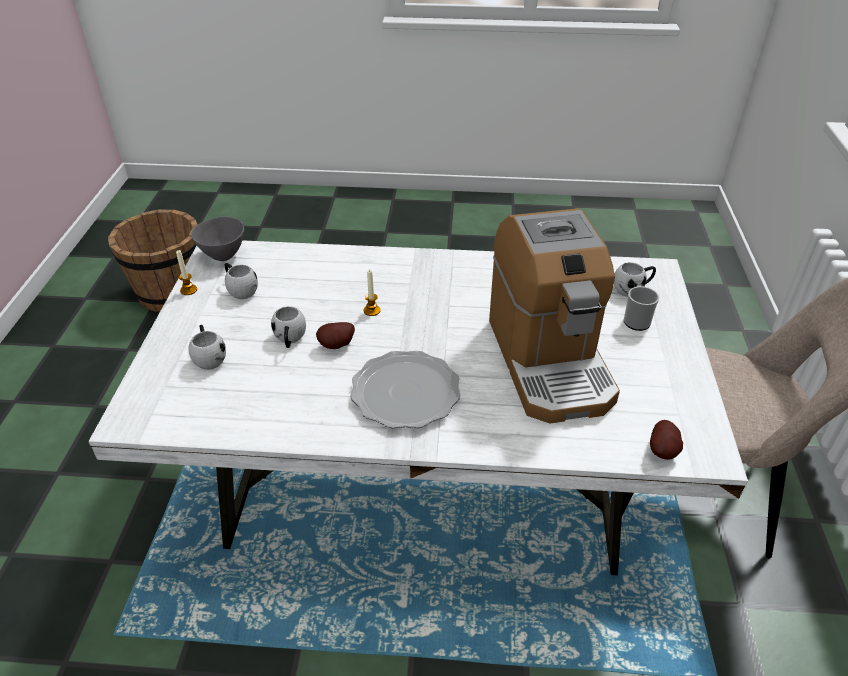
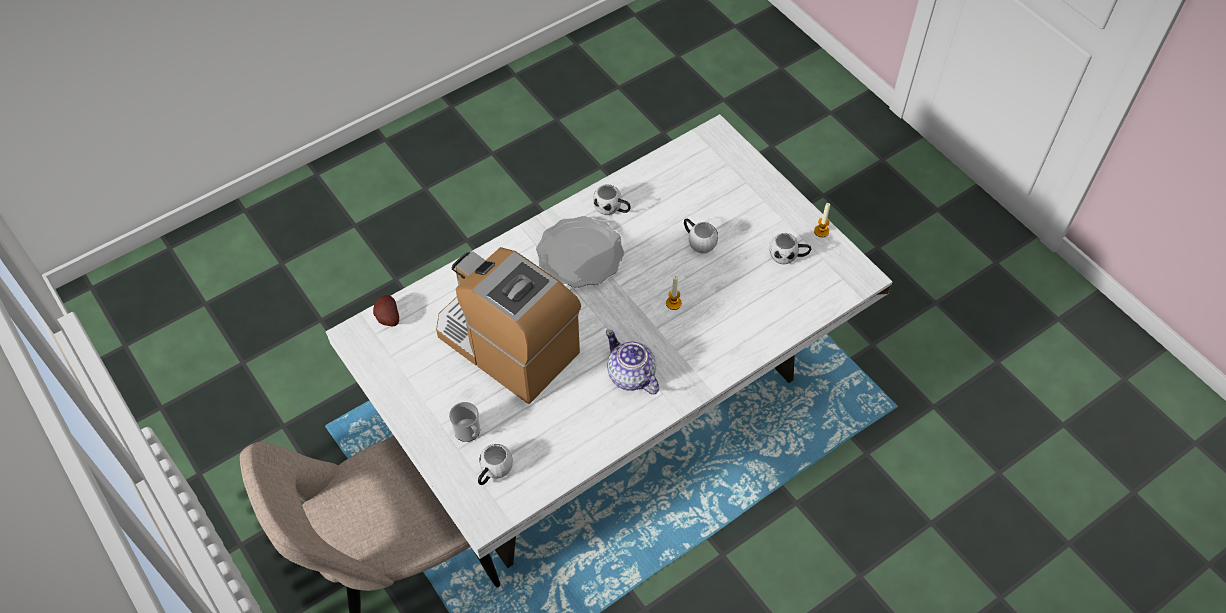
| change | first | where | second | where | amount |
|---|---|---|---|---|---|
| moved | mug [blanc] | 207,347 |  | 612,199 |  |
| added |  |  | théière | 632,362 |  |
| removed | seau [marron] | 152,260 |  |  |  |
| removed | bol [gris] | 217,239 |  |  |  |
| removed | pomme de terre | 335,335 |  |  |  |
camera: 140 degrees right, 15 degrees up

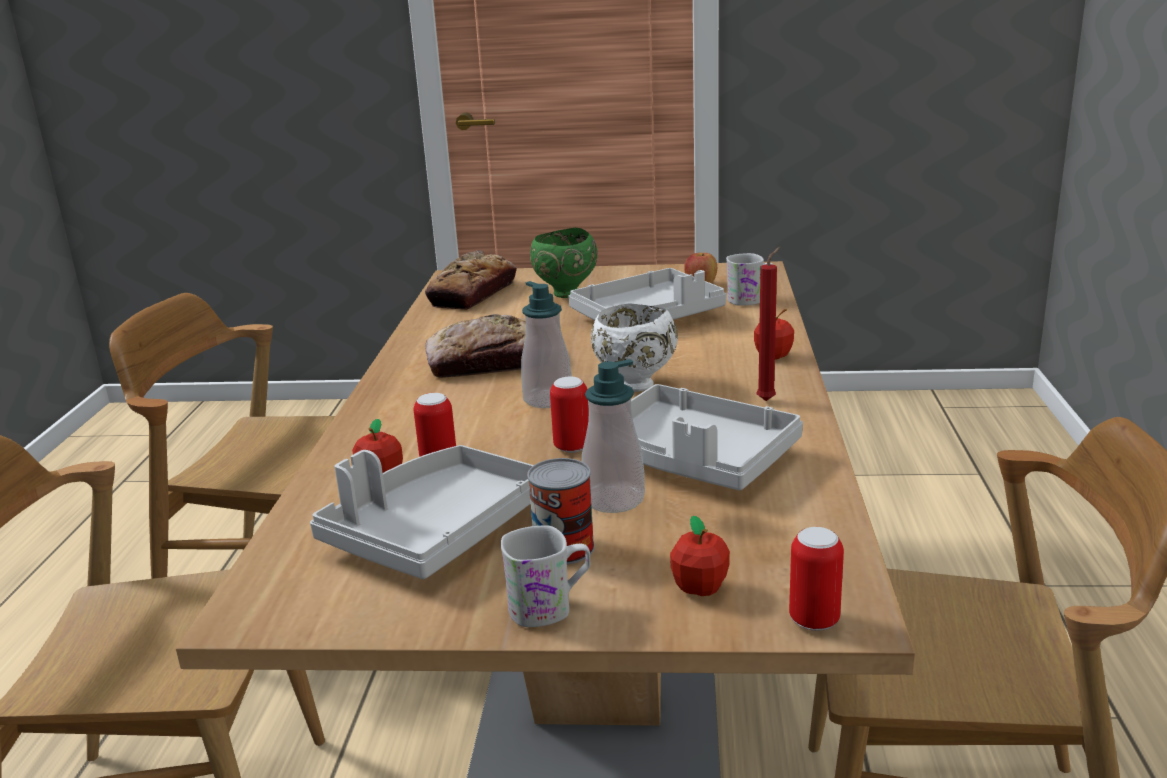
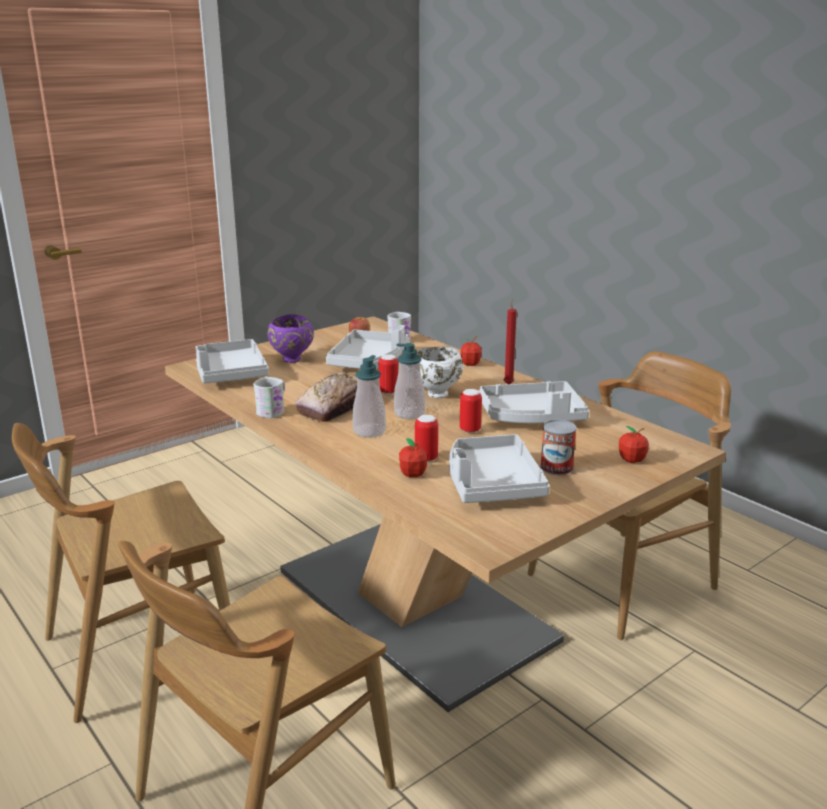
| change | first | where | second | where | amount |
|---|---|---|---|---|---|
| replaced | pain | 471,280 | plateau [gris] | 232,361 |  |
| moved | mug [blanc] | 545,576 |  | 269,397 |  |
| recoloured | bol [vert] | 564,263 | bol [violet] | 291,338 |  |
| moved | distributeur de savon | 613,436 |  | 369,396 |  |
| moved | boîte métallique | 816,579 |  | 388,374 |  |
camera: 45 degrees left, 0 degrees up

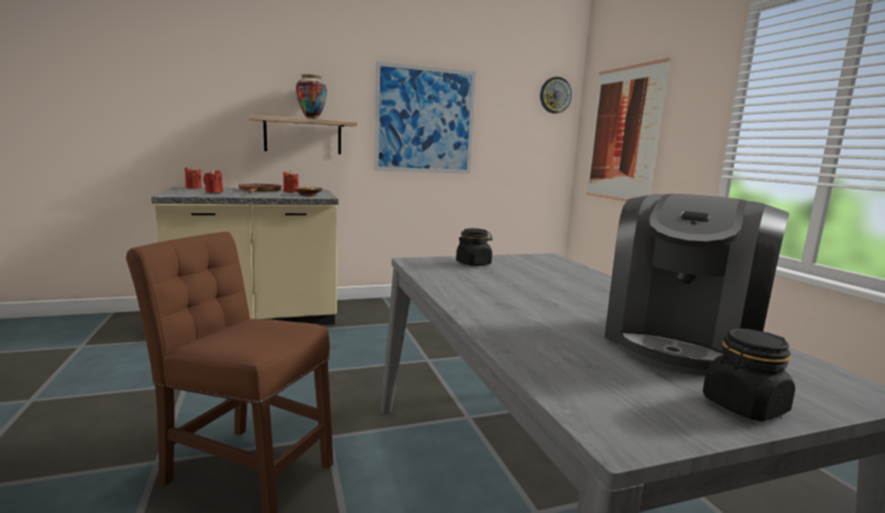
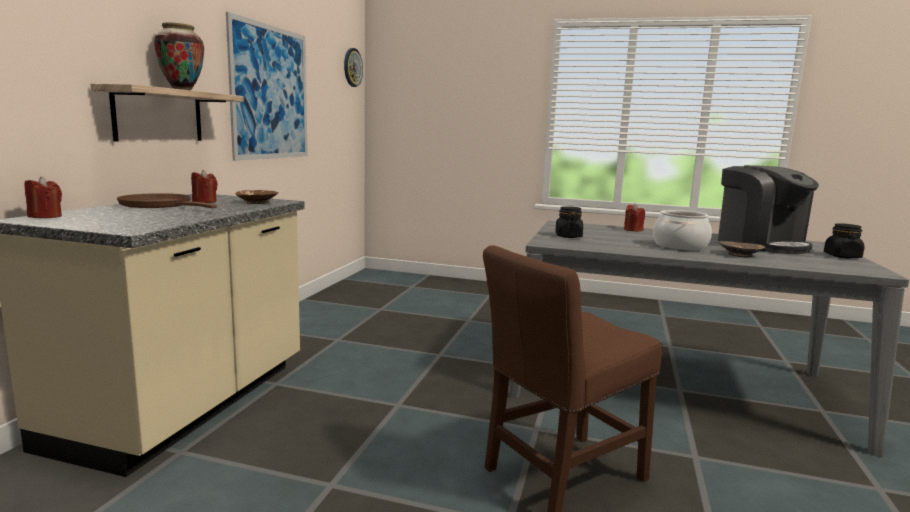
| change | first | where | second | where | amount |
|---|---|---|---|---|---|
| moved | bougie [rouge] | 213,181 |  | 634,218 |  |
| added |  |  | marmite | 682,230 |  |
| added |  |  | bol [marron] | 742,249 |  |
| removed | tableau | 628,129 |  |  |  |
camera: 55 degrees left, 0 degrees up

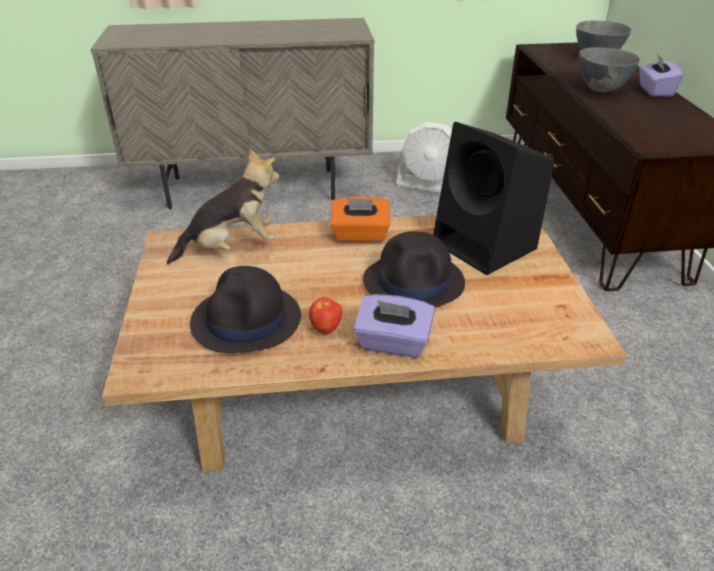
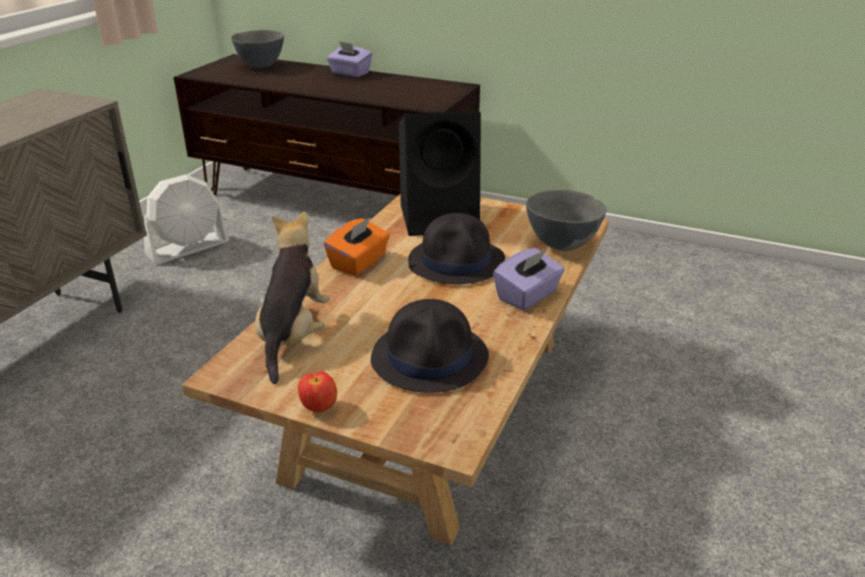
| change | first | where | second | where | amount |
|---|---|---|---|---|---|
| moved | pomme | 325,315 |  | 317,391 |  |
| moved | bol [gris] | 609,69 |  | 566,220 |  |
camera: 60 degrees left, 5 degrees down

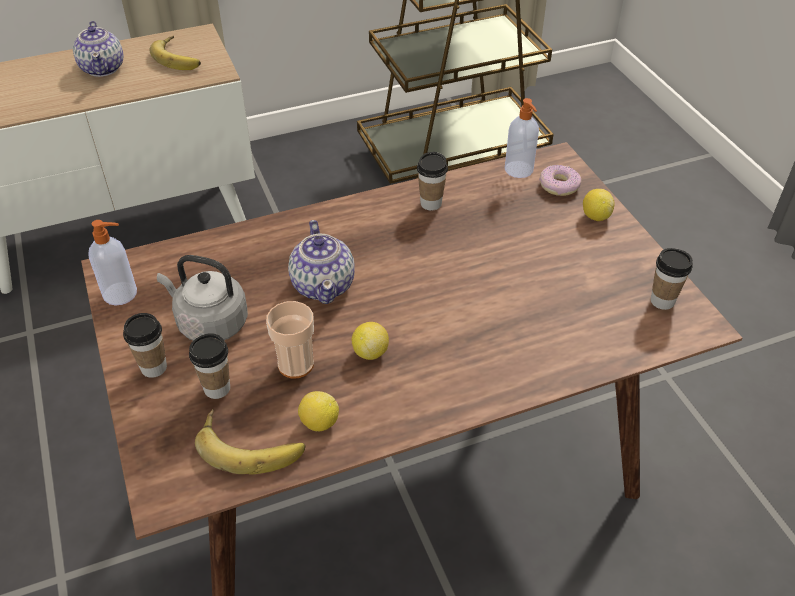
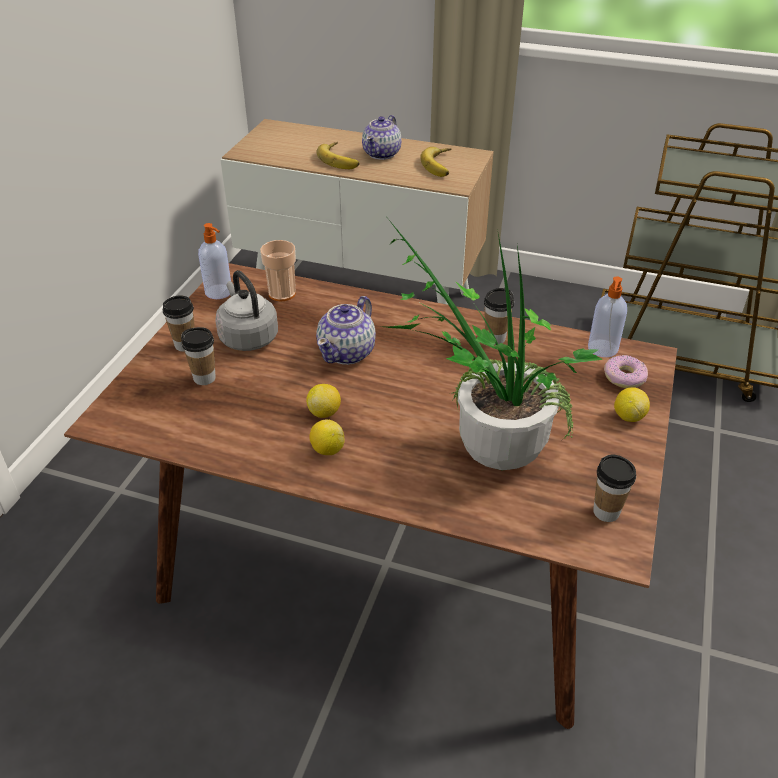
| change | first | where | second | where | amount |
|---|---|---|---|---|---|
| moved | tasse | 290,339 |  | 278,271 |  |
| moved | citron | 318,411 |  | 326,437 |  |
| moved | banane | 250,442 |  | 338,155 |  |
| added |  |  | plante en pot | 494,342 |  |
camera: 40 degrees right, 5 degrees down

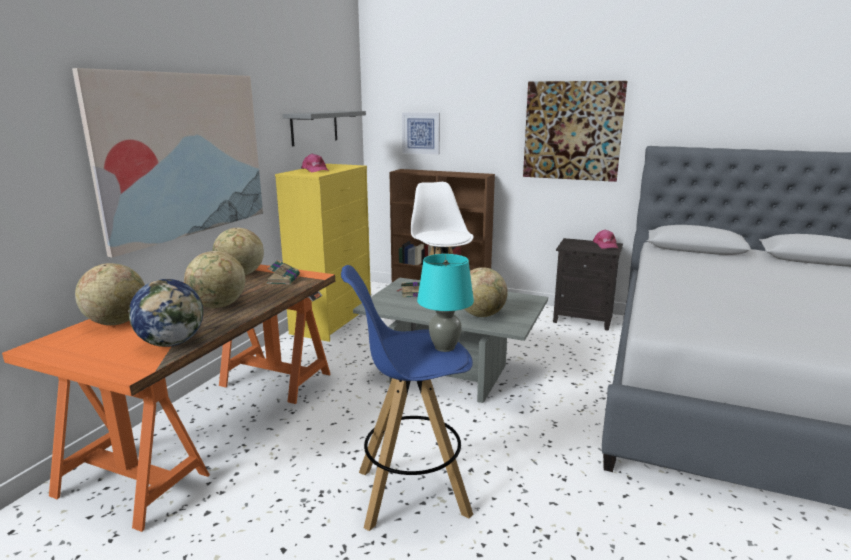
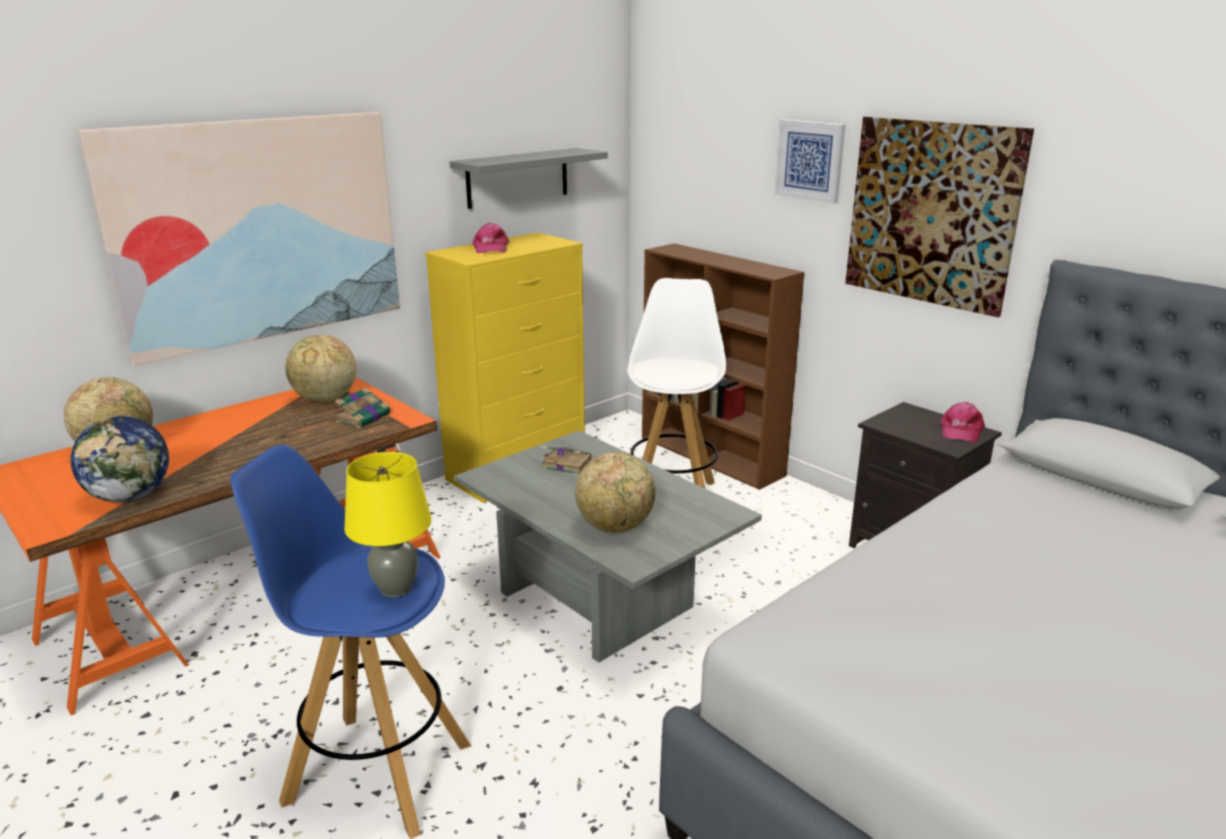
| change | first | where | second | where | amount |
|---|---|---|---|---|---|
| recoloured | lampe de table [turquoise] | 445,303 | lampe de table [jaune] | 388,524 |  |
| moved | tableau | 421,133 |  | 810,161 |  |
| removed | globe | 214,279 |  |  |  |
camera: 25 degrees right, 5 degrees up

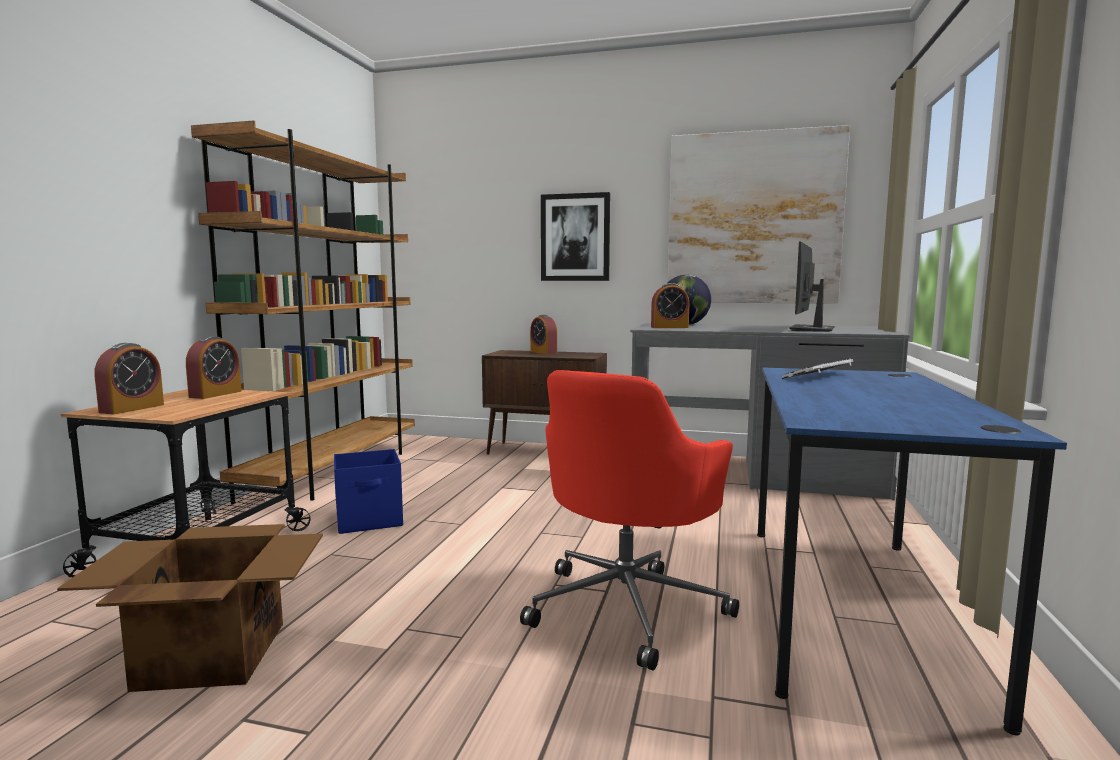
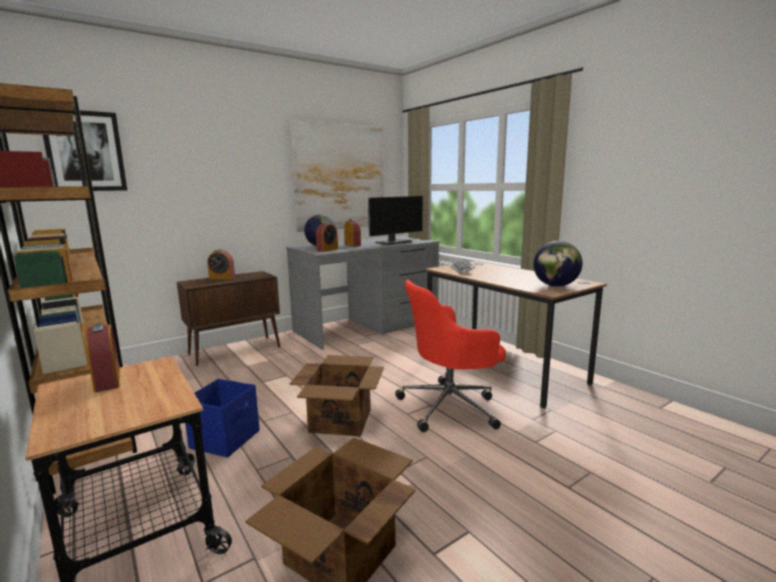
| change | first | where | second | where | amount |
|---|---|---|---|---|---|
| moved | tableau | 575,236 |  | 85,150 |  |
| added |  |  | carton | 337,396 |  |
| moved | réveil | 129,378 |  | 352,233 |  |
| turned | écran d'ordinateur | 812,286 |  | 395,220 | 105 degrees counterclockwise |
| turned | chaise de bureau [rouge] | 629,520 |  | 450,356 | 90 degrees clockwise |
| recoloured | bureau [bleu] | 912,551 | bureau [marron] | 516,334 |  |
| added |  |  | globe | 558,264 |  |
camera: 50 degrees left, 5 degrees up

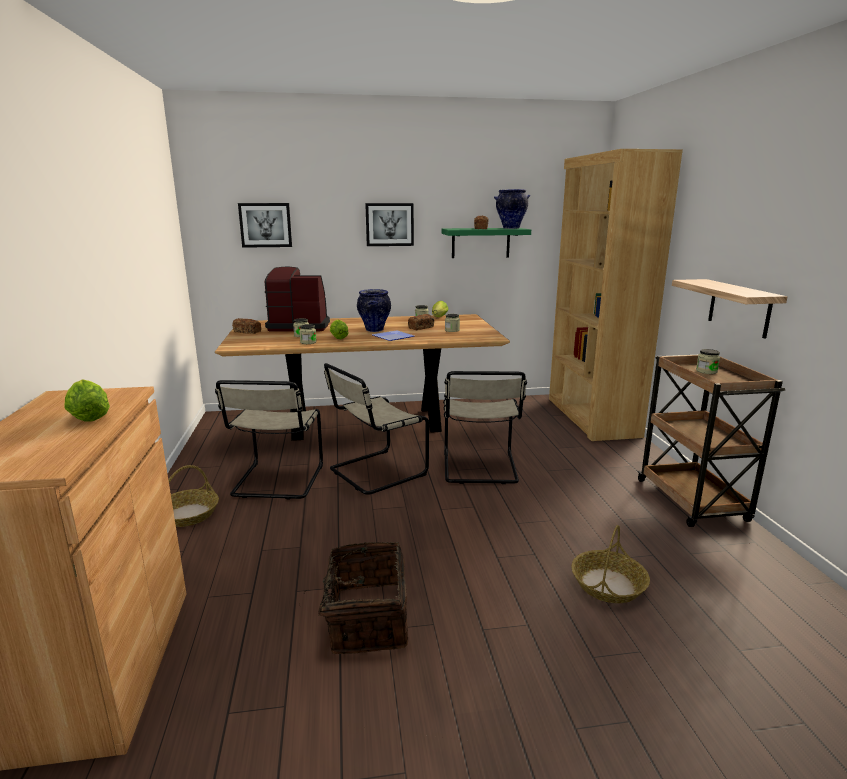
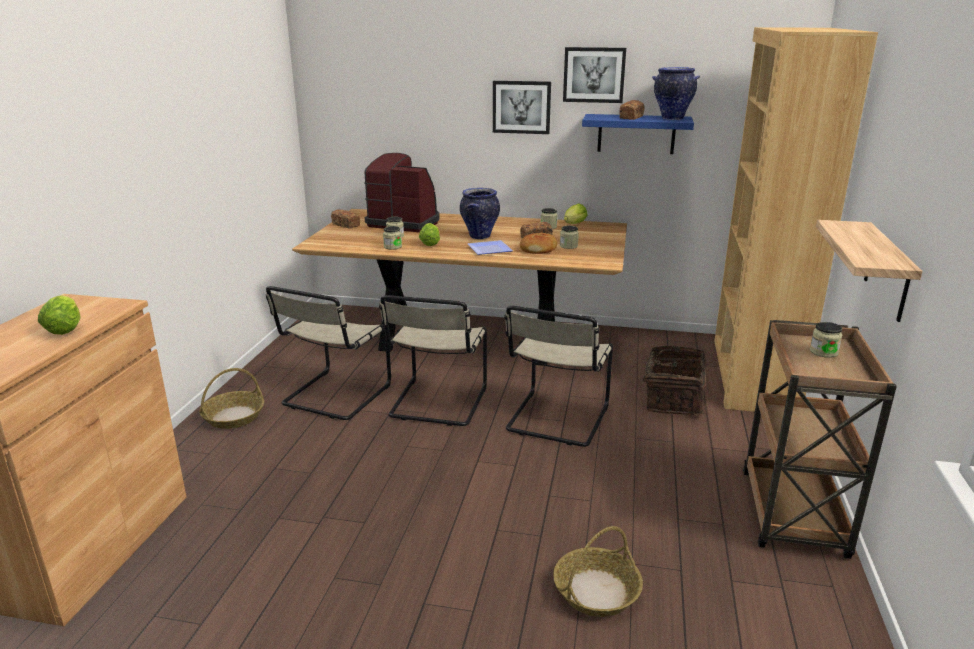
| change | first | where | second | where | amount |
|---|---|---|---|---|---|
| turned | chaise [beige] | 376,429 |  | 433,360 | 60 degrees counterclockwise |
| added |  |  | pain | 538,243 |  |
| moved | tableau | 265,225 |  | 594,75 |  |
| recoloured | étagère [vert] | 486,243 | étagère [bleu] | 638,134 |  |
| moved | panier | 354,598 |  | 670,381 |  |
camera: 20 degrees right, 5 degrees up

